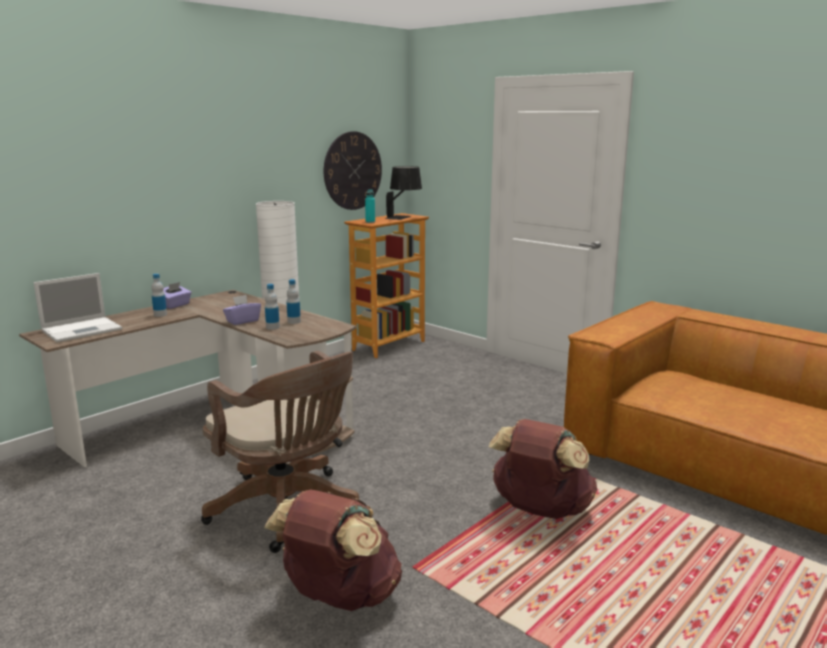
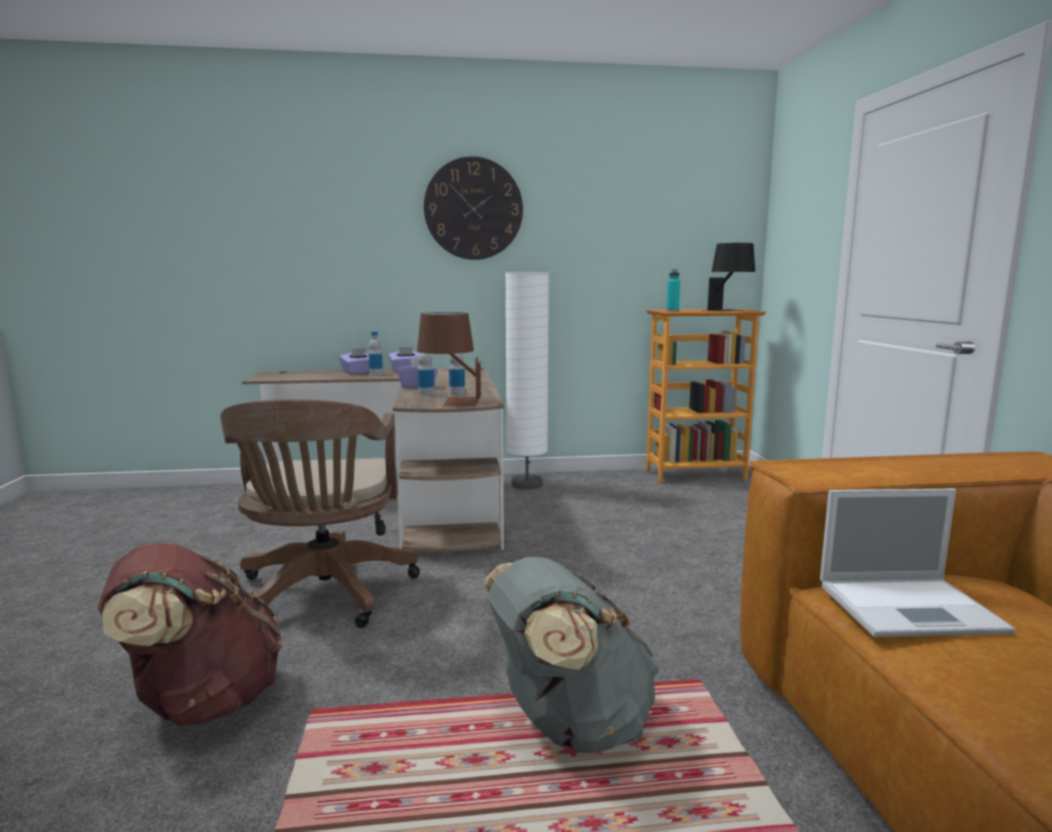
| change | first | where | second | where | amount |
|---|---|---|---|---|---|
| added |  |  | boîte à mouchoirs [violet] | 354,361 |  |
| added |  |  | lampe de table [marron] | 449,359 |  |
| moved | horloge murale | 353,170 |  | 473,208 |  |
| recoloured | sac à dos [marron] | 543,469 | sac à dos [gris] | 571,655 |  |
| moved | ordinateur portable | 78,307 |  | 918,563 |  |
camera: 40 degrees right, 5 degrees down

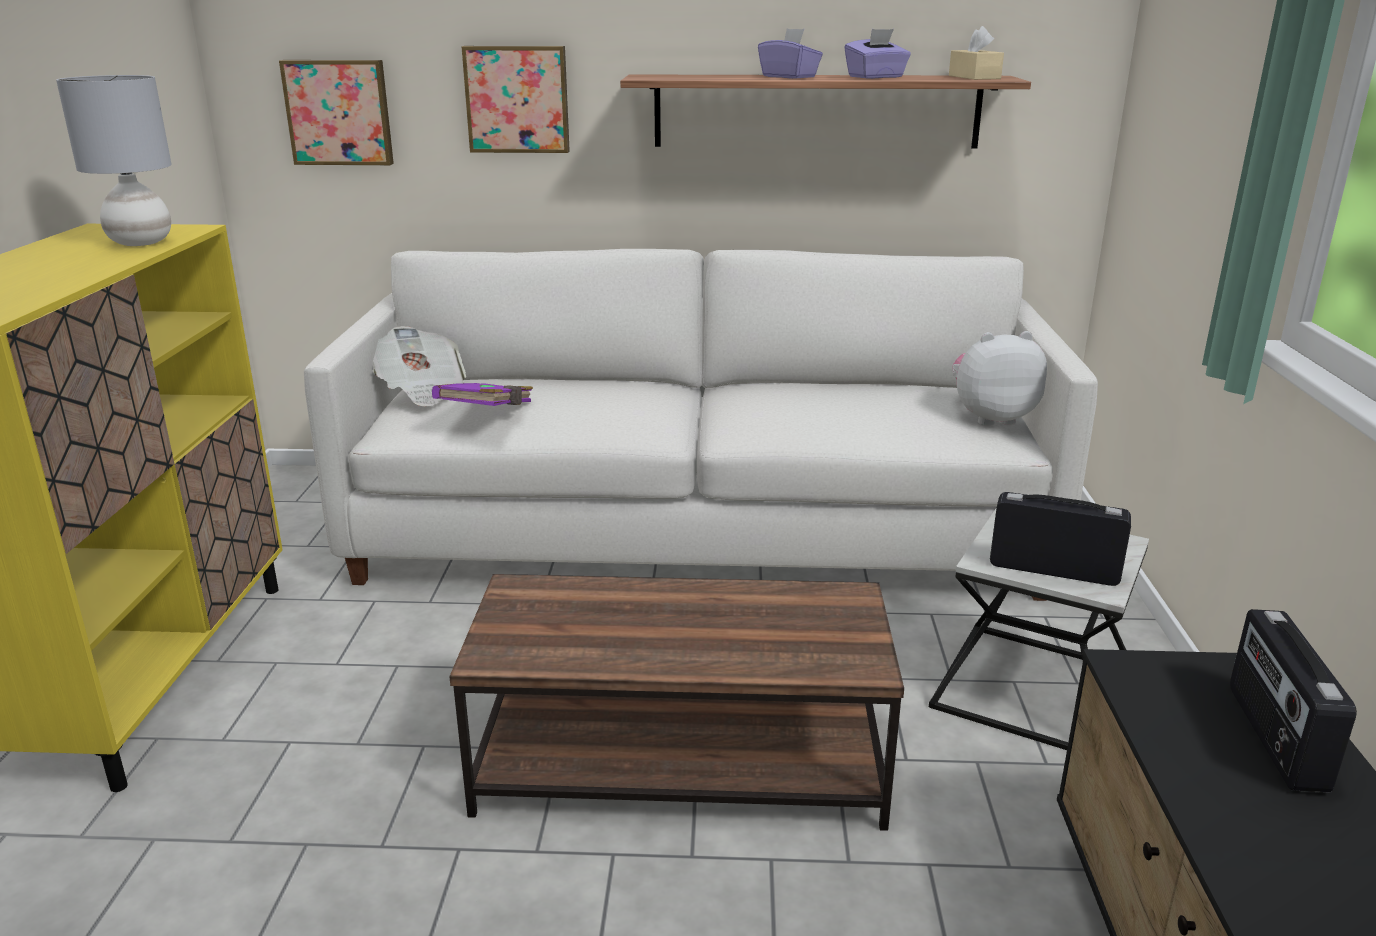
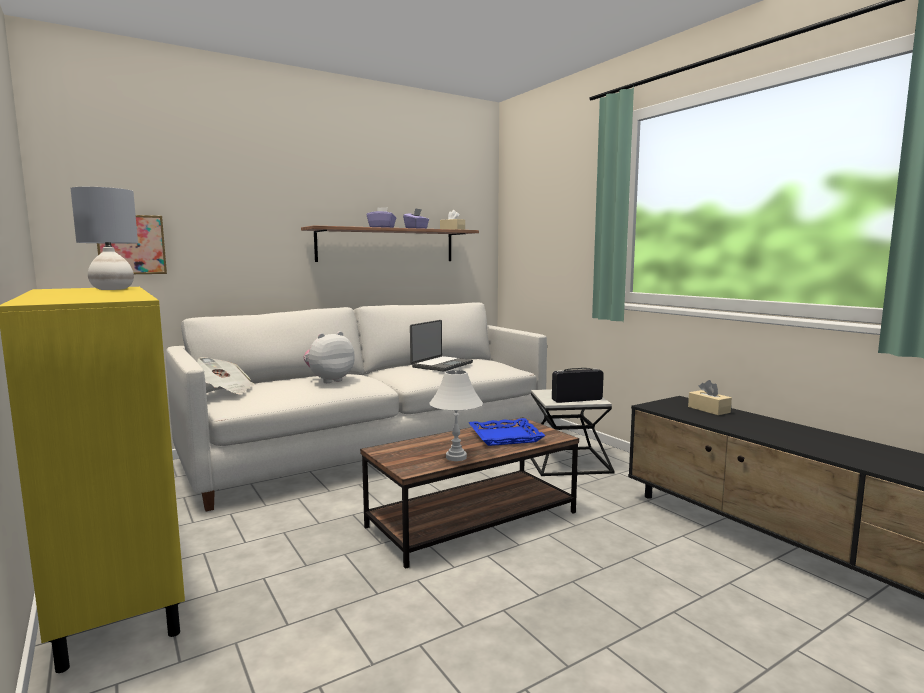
| change | first | where | second | where | amount |
|---|---|---|---|---|---|
| moved | peluche | 1000,378 |  | 329,357 |  |
| added |  |  | ordinateur portable | 441,346 |  |
| added |  |  | lampe de table [blanc] | 456,415 |  |
| added |  |  | plateau [bleu] | 507,432 |  |
| replaced | radio | 1293,701 | boîte à mouchoirs [beige] | 710,397 |  |
| removed | livre [violet] | 482,394 |  |  |  |
| removed | tableau | 515,99 |  |  |  |
camera: 35 degrees left, 15 degrees down

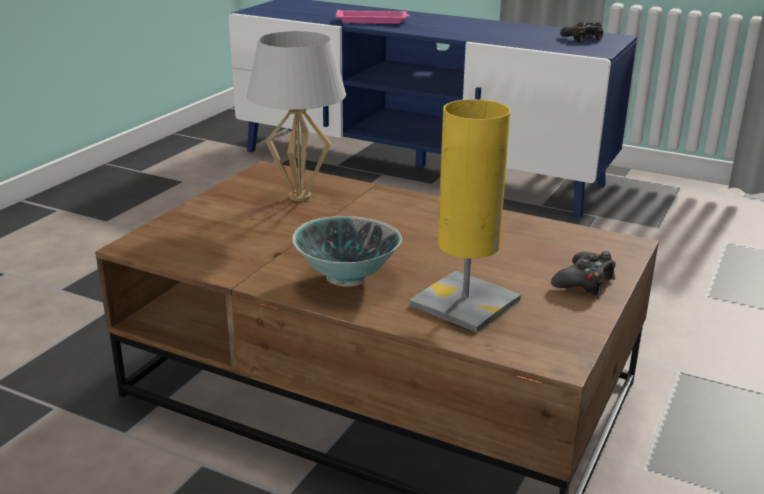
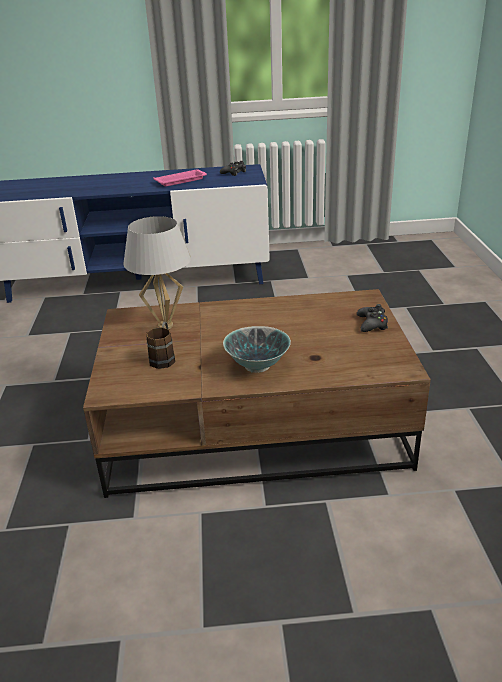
| change | first | where | second | where | amount |
|---|---|---|---|---|---|
| added |  |  | mug [marron] | 160,345 |  |
| moved | plateau [rose] | 372,16 |  | 180,177 |  |
| removed | lampe de table [jaune] | 465,215 |  |  |  |
camera: 30 degrees left, 5 degrees up

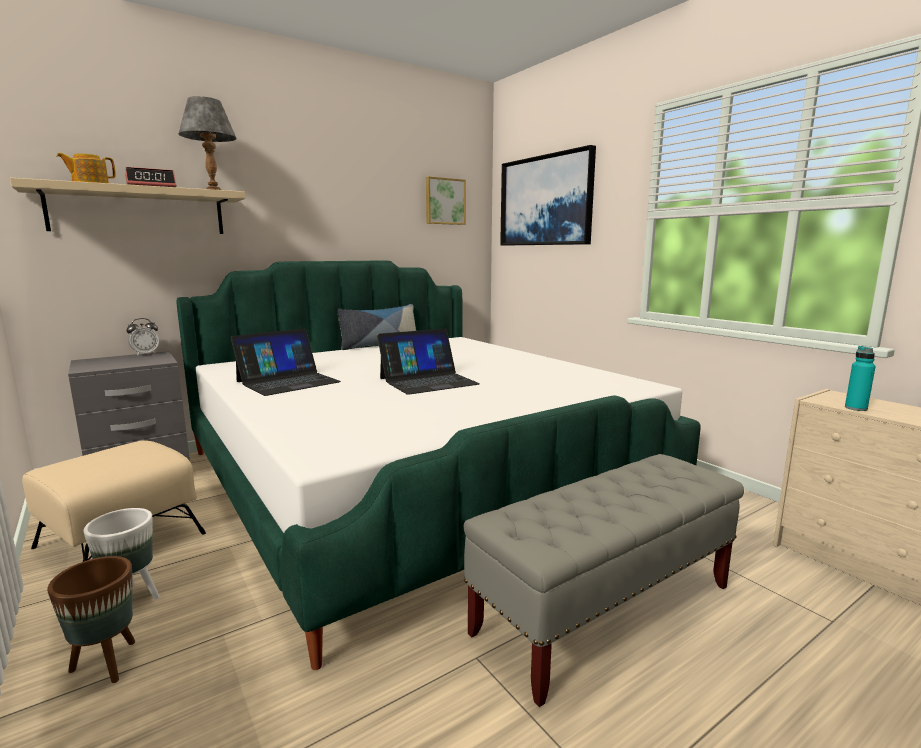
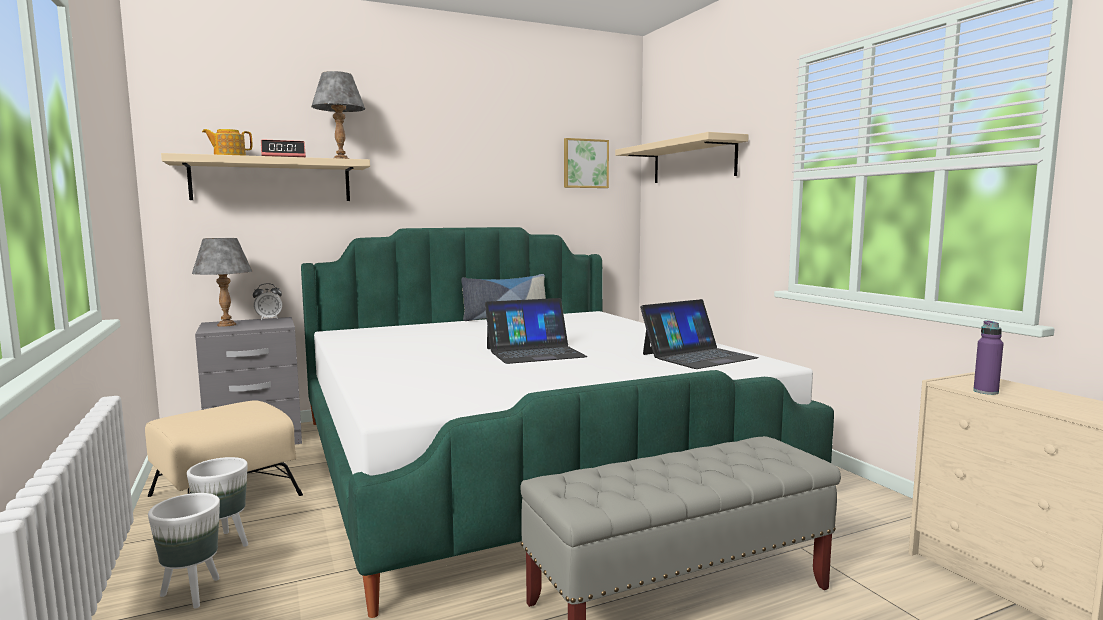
| change | first | where | second | where | amount |
|---|---|---|---|---|---|
| recoloured | cache-pot [marron] | 91,619 | cache-pot [blanc] | 184,550 |  |
| added |  |  | lampe de table [gris] | 222,282 |  |
| replaced | tableau | 548,195 | étagère [beige] | 682,157 |  |
| moved | ordinateur portable | 286,362 |  | 699,334 |  |
| recoloured | bouteille [turquoise] | 860,378 | bouteille [violet] | 988,357 |  |
camera: 10 degrees right, 5 degrees down

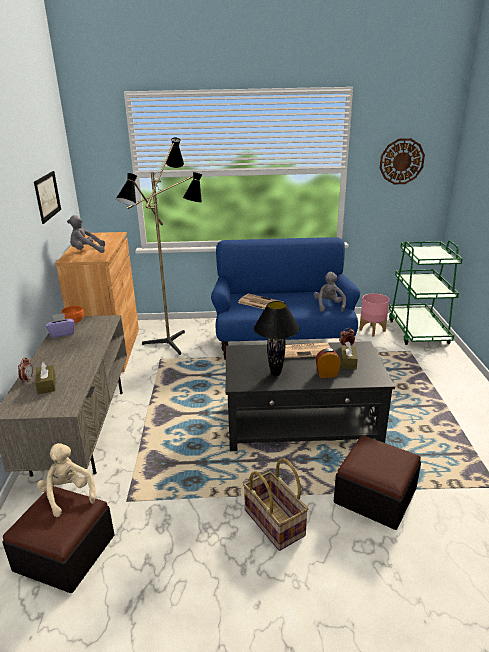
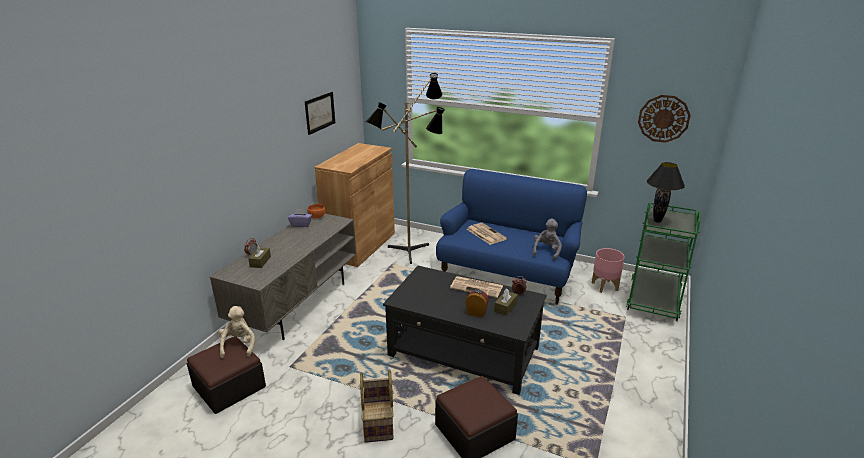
| change | first | where | second | where | amount |
|---|---|---|---|---|---|
| moved | lampe de table [noir] | 277,338 |  | 666,192 |  |
| removed | peluche [gris] | 86,234 |  |  |  |
camera: 25 degrees right, 0 degrees up

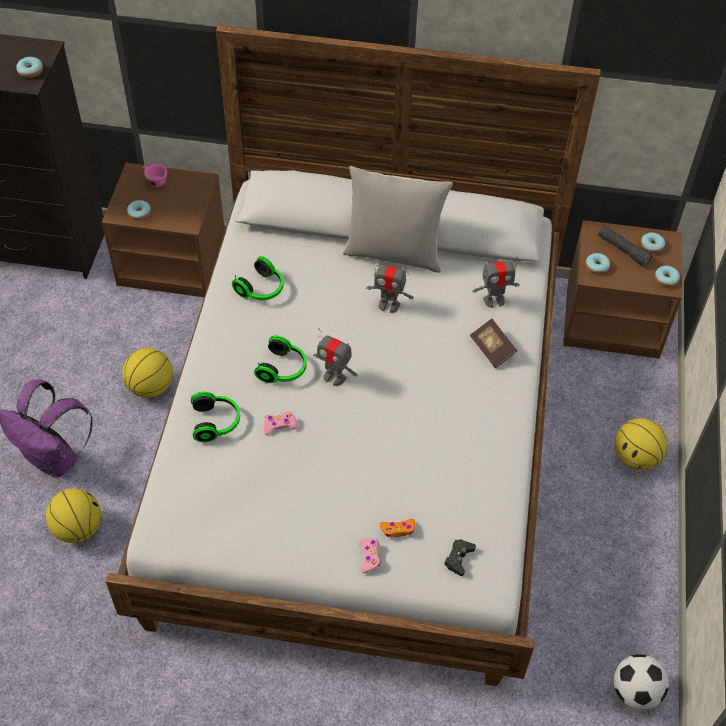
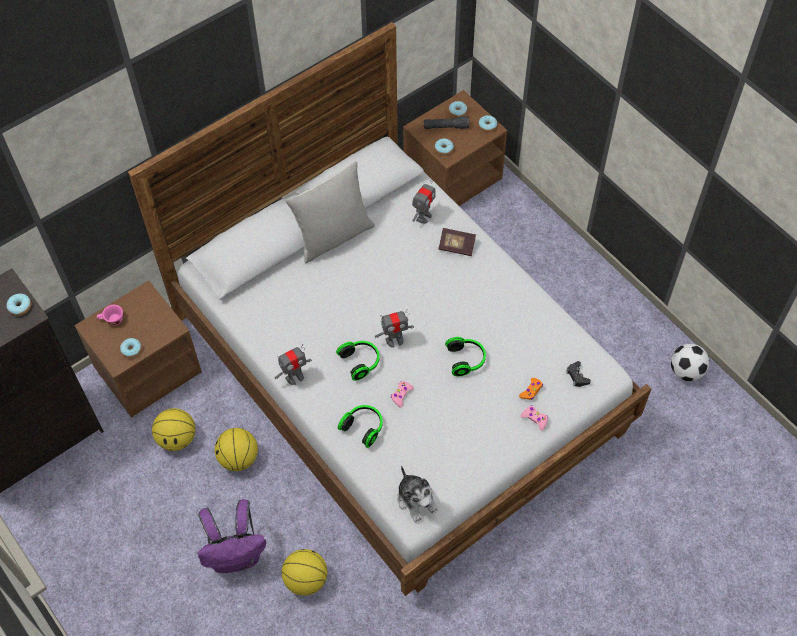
| change | first | where | second | where | amount |
|---|---|---|---|---|---|
| moved | ballon de basket | 641,444 |  | 174,429 |  |
| moved | robot jouet | 390,285 |  | 293,364 |  |
| added |  |  | peluche | 417,494 |  |
| moved | casque audio | 258,278 |  | 465,356 |  |
camera: 45 degrees left, 5 degrees up

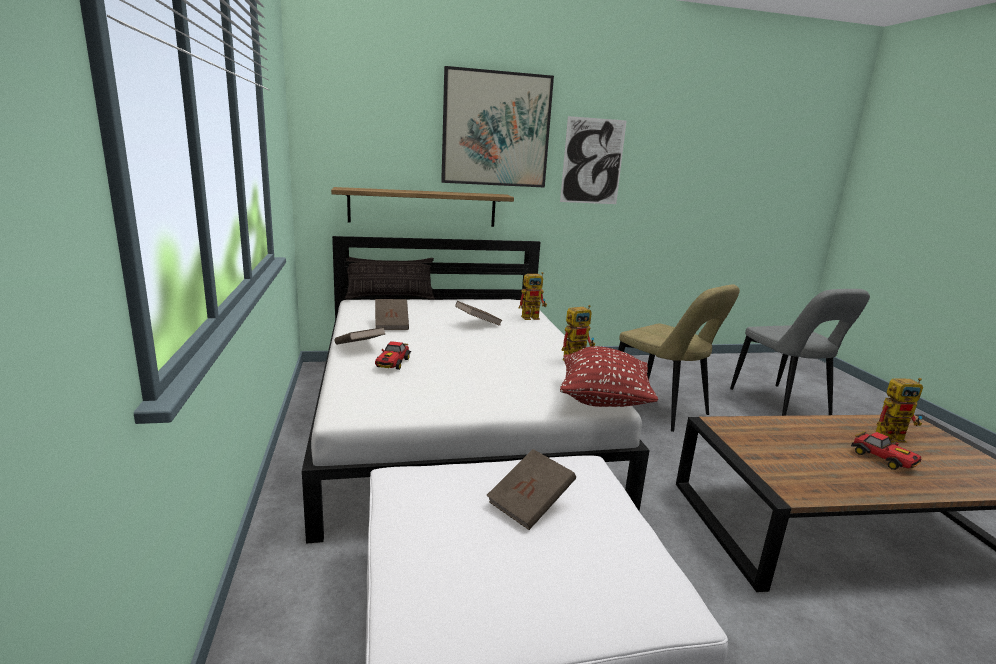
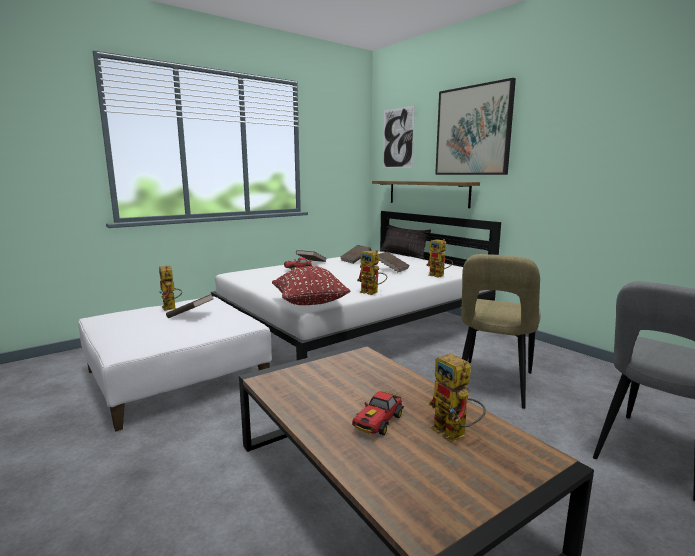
| change | first | where | second | where | amount |
|---|---|---|---|---|---|
| added |  |  | robot jouet | 170,288 |  |
| moved | tableau | 593,160 |  | 399,137 |  |
camera: 65 degrees right, 5 degrees down

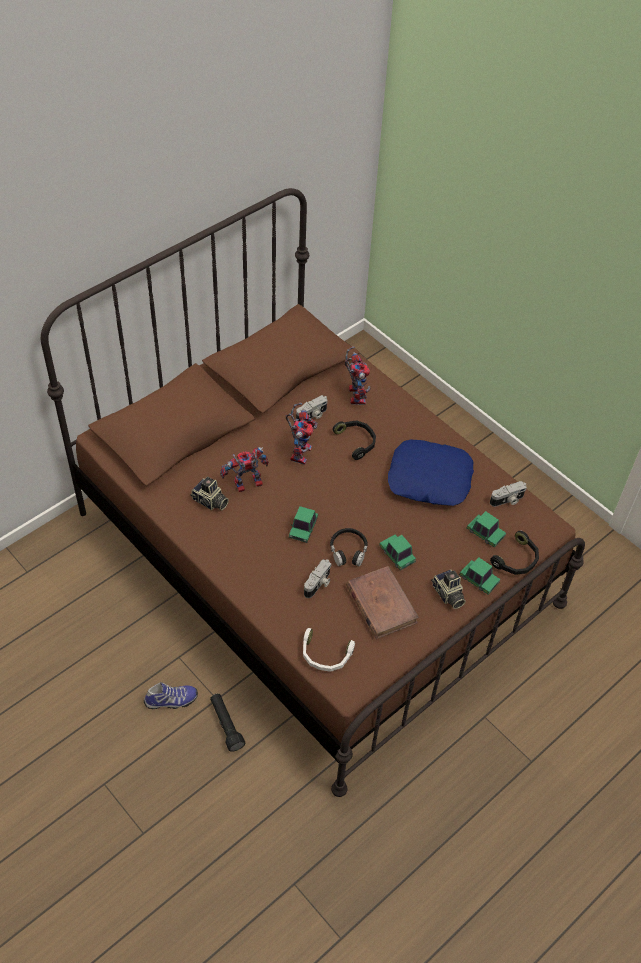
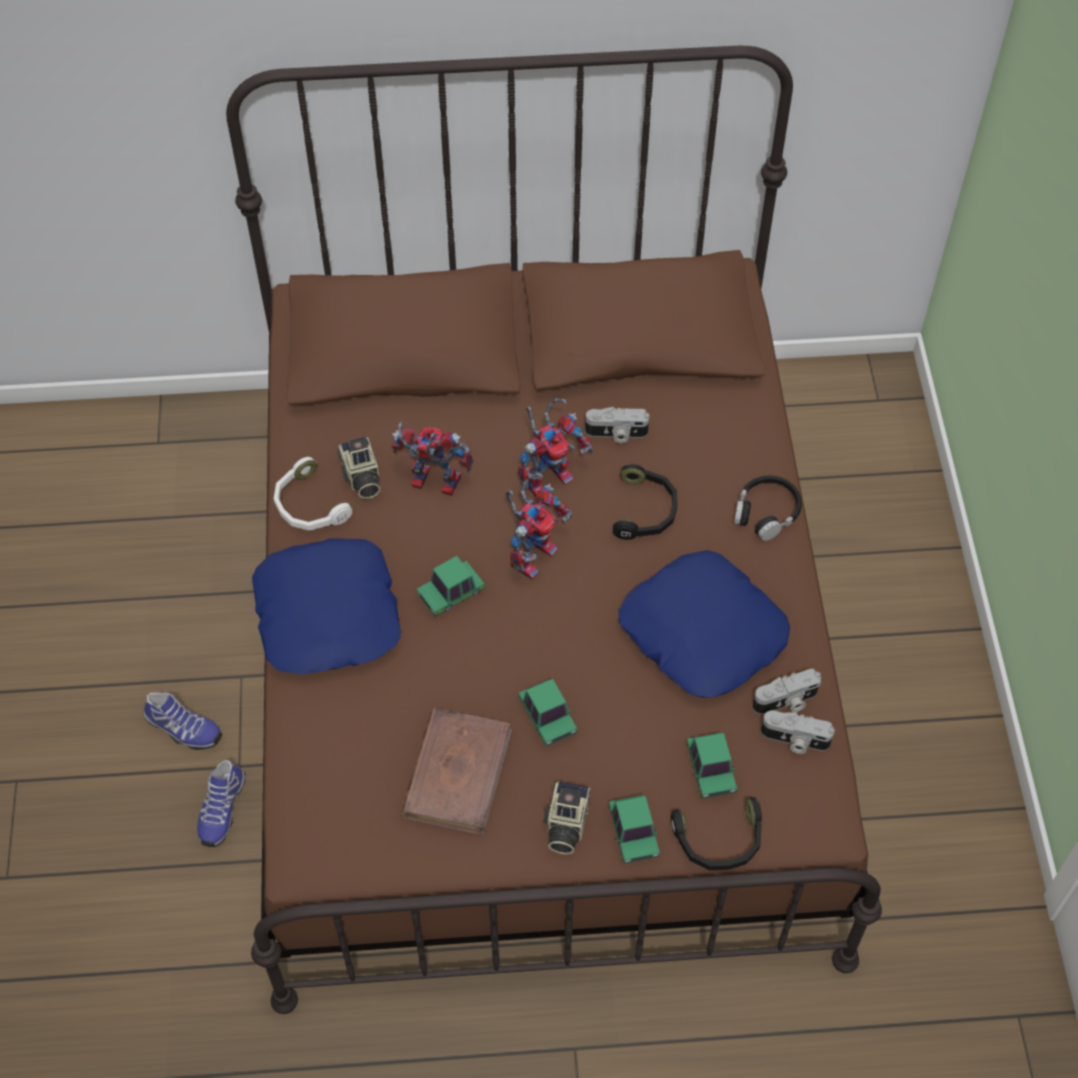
| change | first | where | second | where | amount |
|---|---|---|---|---|---|
| replaced | lampe de poche [noir] | 228,722 | chaussure | 221,803 |  |
| added |  |  | coussin [bleu] | 326,606 |  |
| moved | casque audio [blanc] | 329,650 |  | 313,494 |  |
| moved | robot jouet | 357,375 |  | 538,526 |  |
| turned | petite voiture | 397,552 |  | 547,713 | 150 degrees clockwise |
| moved | casque audio [noir] | 349,547 |  | 768,508 |  |
| moved | appareil photo | 318,578 |  | 787,691 |  |
camera: 40 degrees right, 5 degrees up

